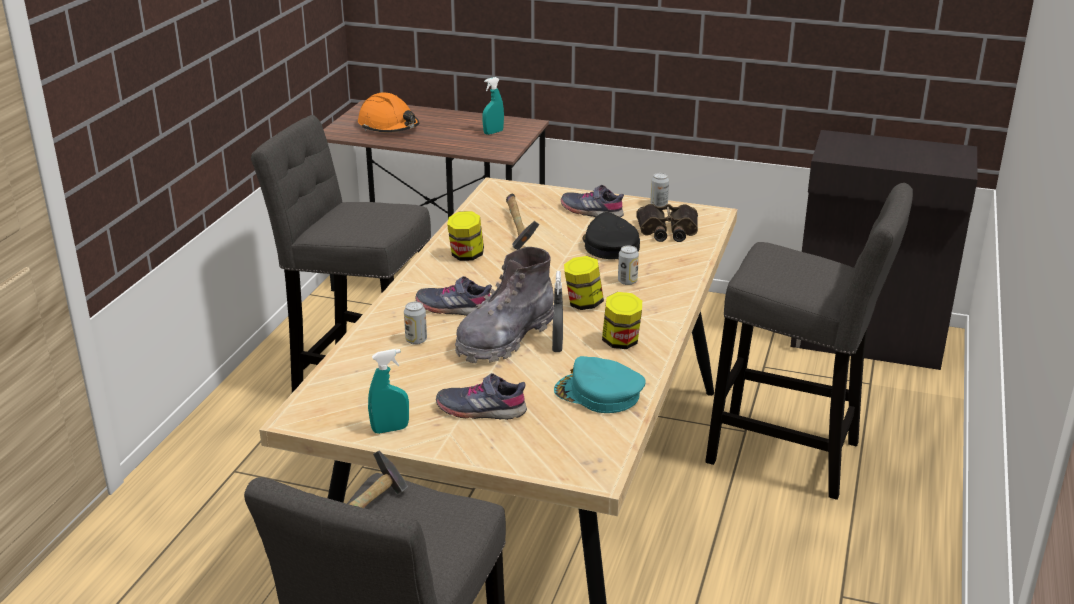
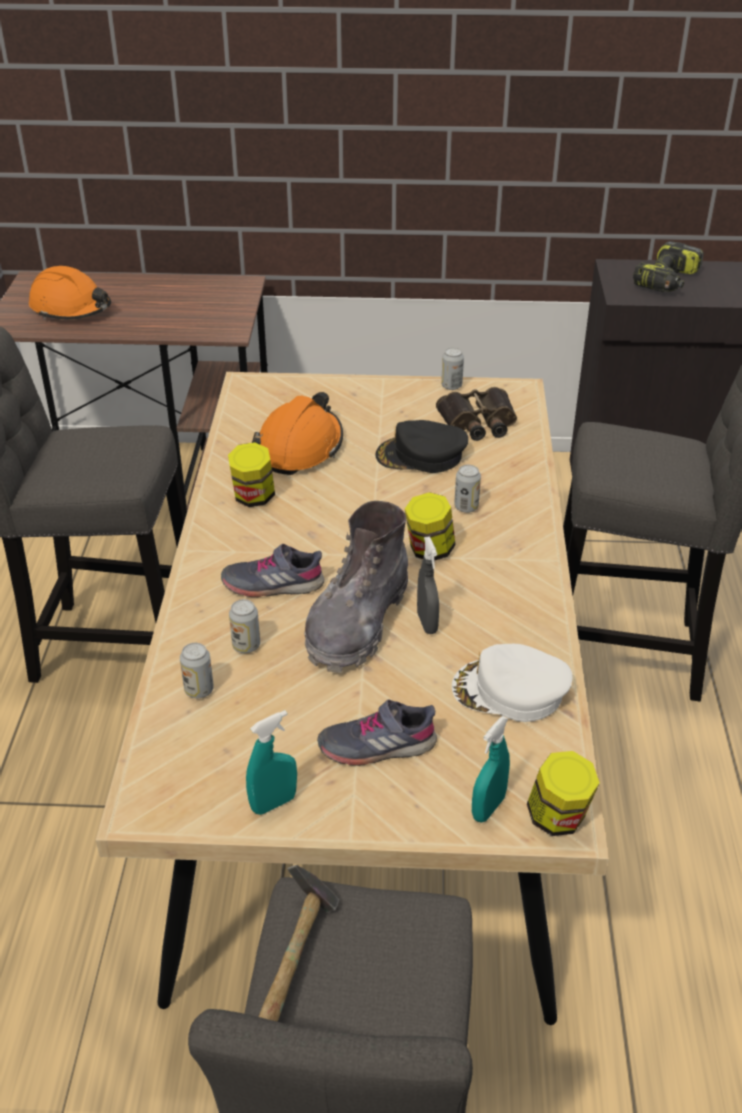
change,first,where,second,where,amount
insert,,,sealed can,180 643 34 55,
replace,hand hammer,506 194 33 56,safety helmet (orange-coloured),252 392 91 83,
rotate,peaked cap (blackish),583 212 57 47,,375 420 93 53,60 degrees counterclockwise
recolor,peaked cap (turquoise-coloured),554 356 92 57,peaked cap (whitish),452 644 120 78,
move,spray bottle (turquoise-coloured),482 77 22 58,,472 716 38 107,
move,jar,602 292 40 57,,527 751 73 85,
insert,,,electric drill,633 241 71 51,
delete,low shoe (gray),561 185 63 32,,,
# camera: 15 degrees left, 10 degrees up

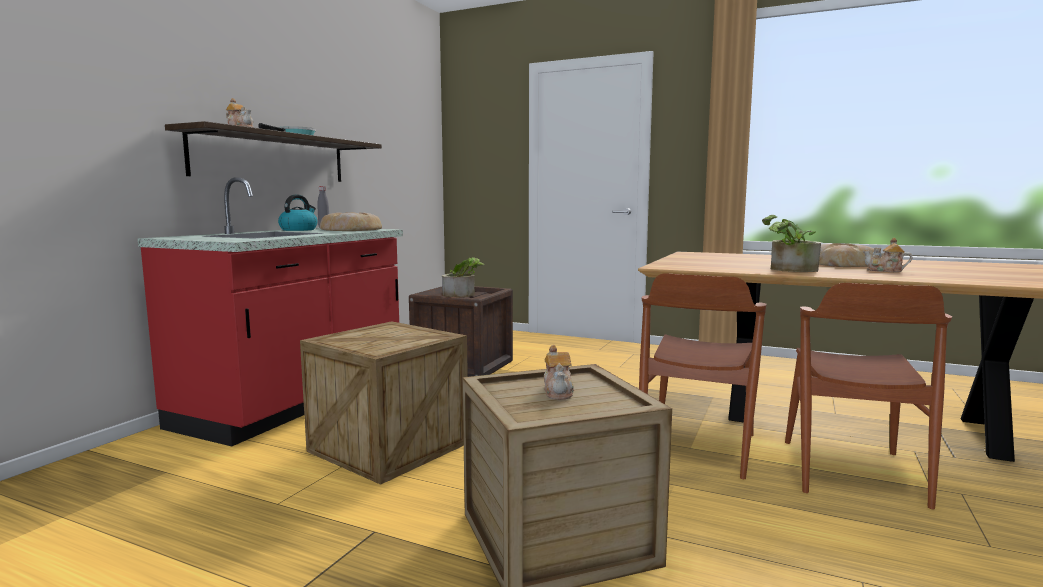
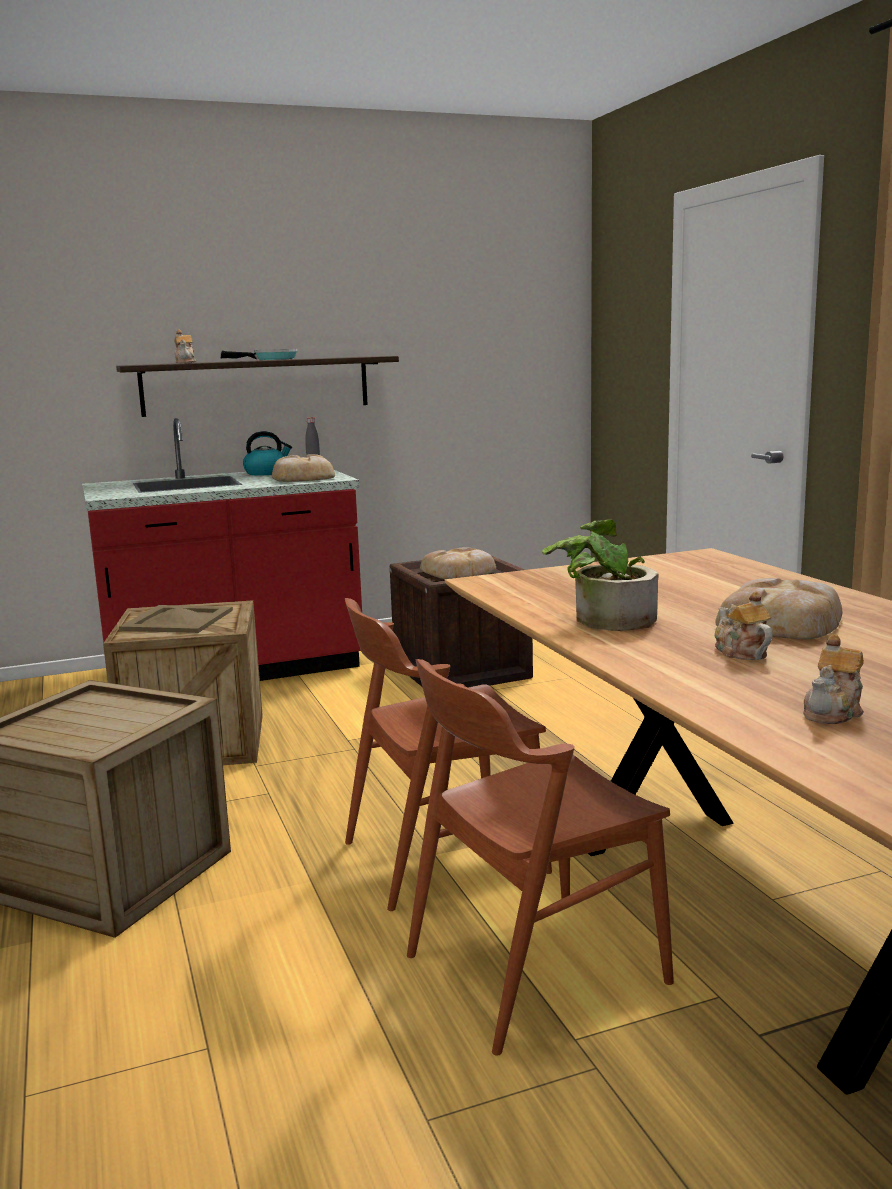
change,first,where,second,where,amount
insert,,,tray (beige),119 605 114 28,
replace,houseplant,442 257 42 40,bread,420 547 76 32,
move,teapot,544 345 30 55,,803 634 61 90,
# camera: 45 degrees right, 5 degrees up

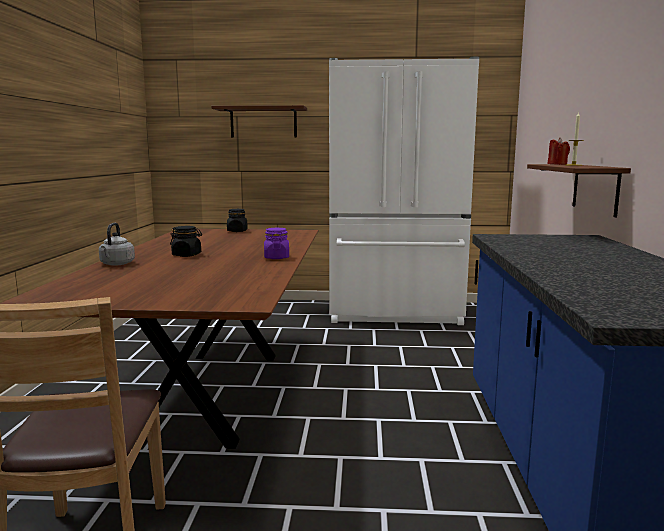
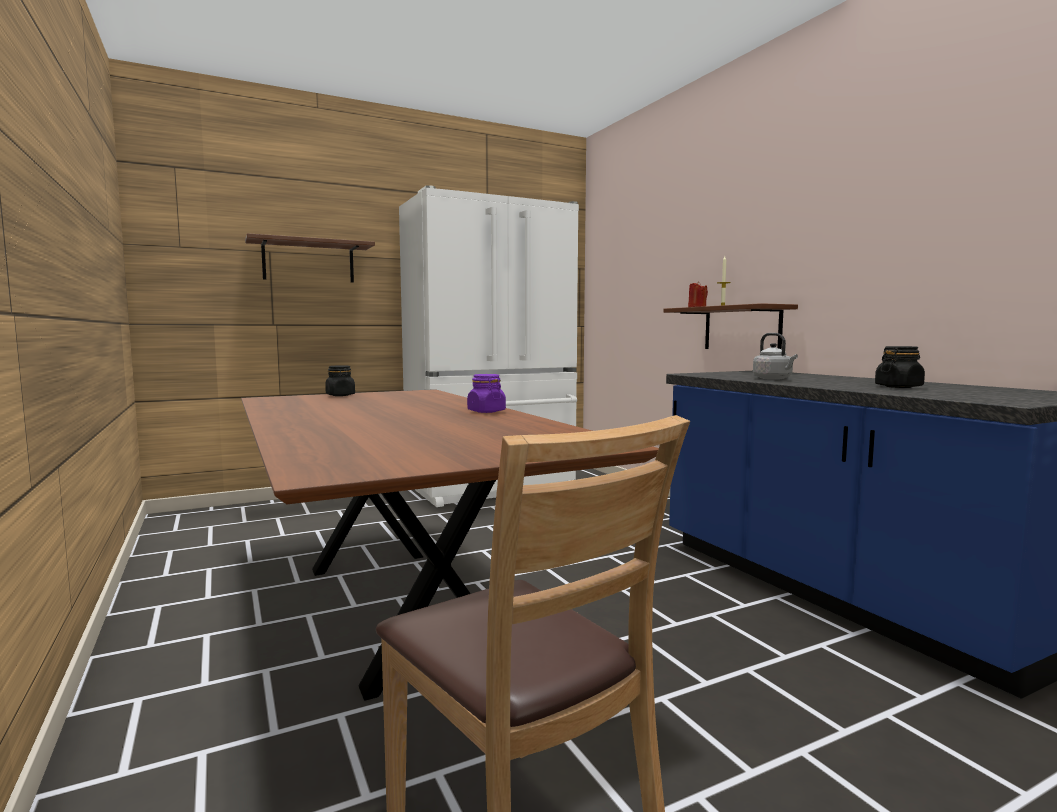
change,first,where,second,where,amount
move,water kettle (gray),99 223 36 43,,753 333 45 47,
move,jar (blackish),170 226 32 31,,875 346 50 42,
# camera: 30 degrees left, 5 degrees down

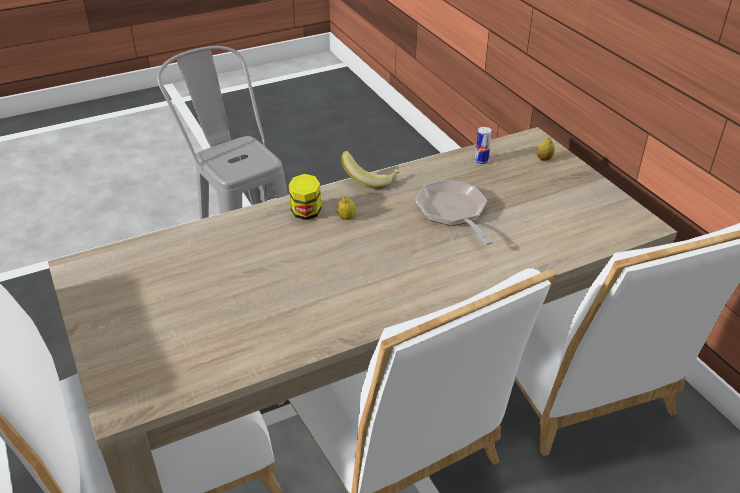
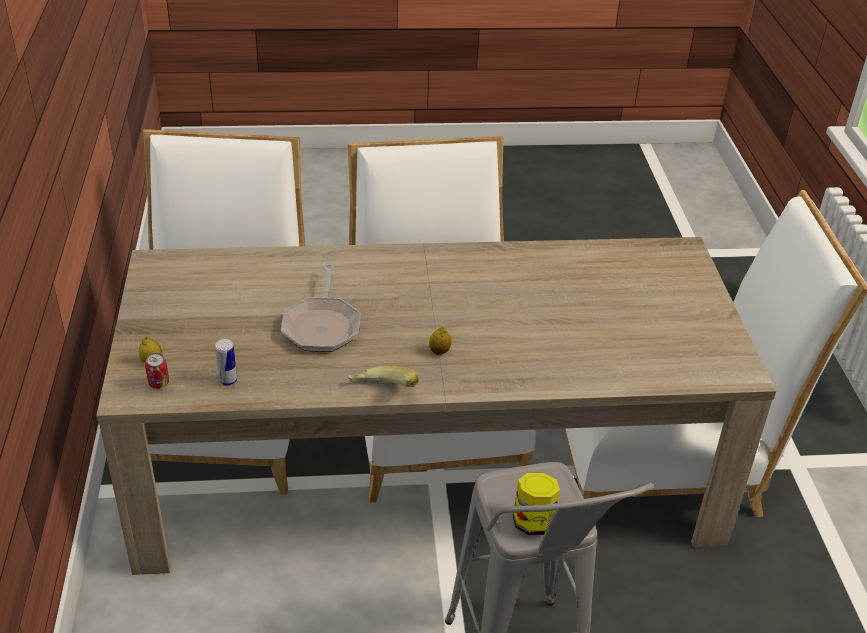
change,first,where,second,where,amount
insert,,,sealed can,145 353 24 36,
move,jar,289 174 32 46,,513 473 47 62,
# camera: 160 degrees left, 0 degrees up

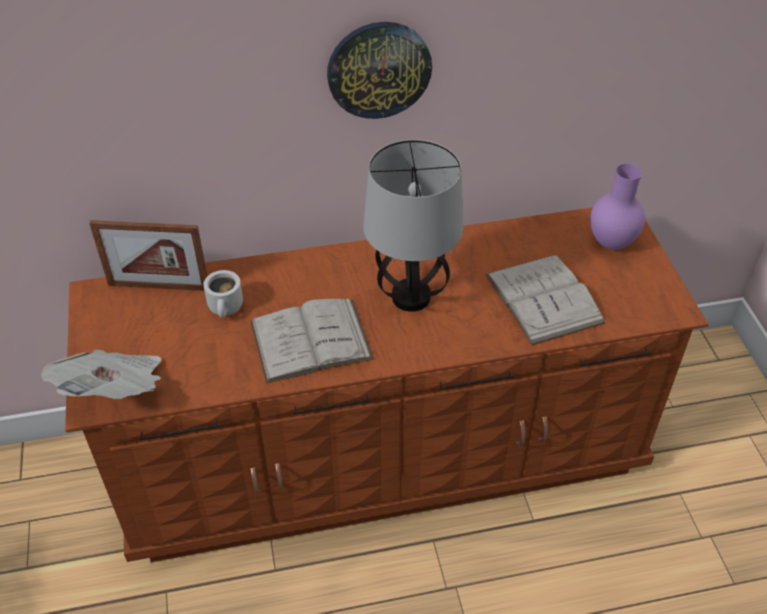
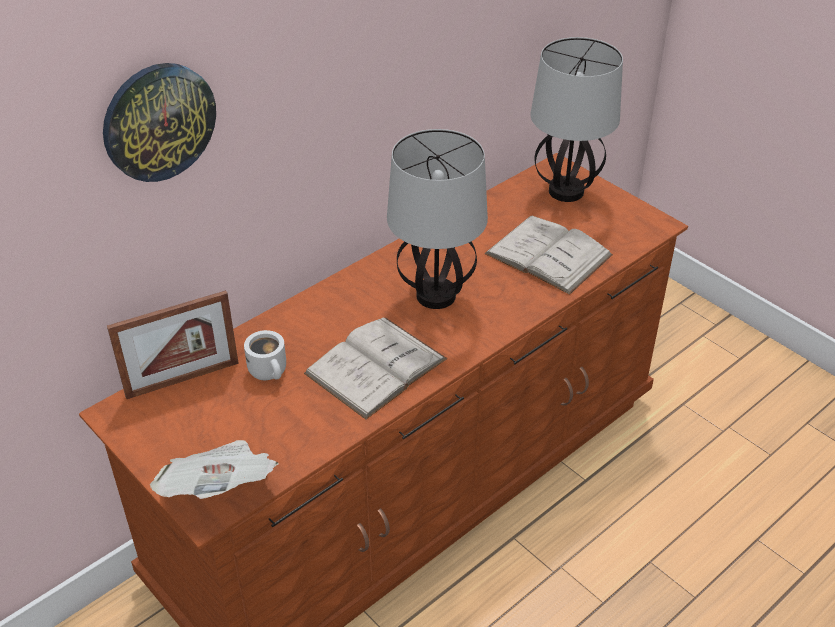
change,first,where,second,where,amount
move,wall clock,327 22 105 97,,103 63 113 119,
replace,decorative vase (purple),590 164 55 86,table lamp,531 37 92 165,
# camera: 30 degrees left, 5 degrees down

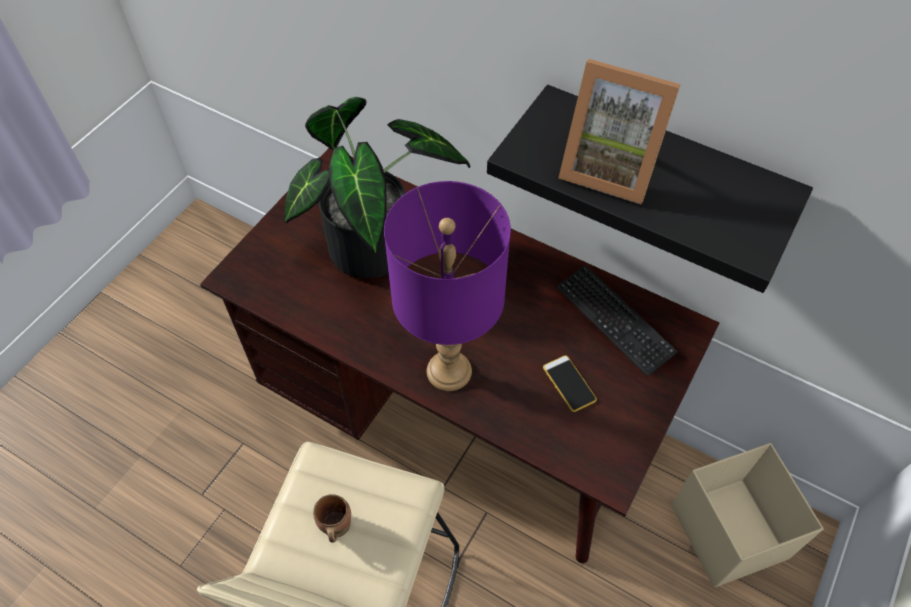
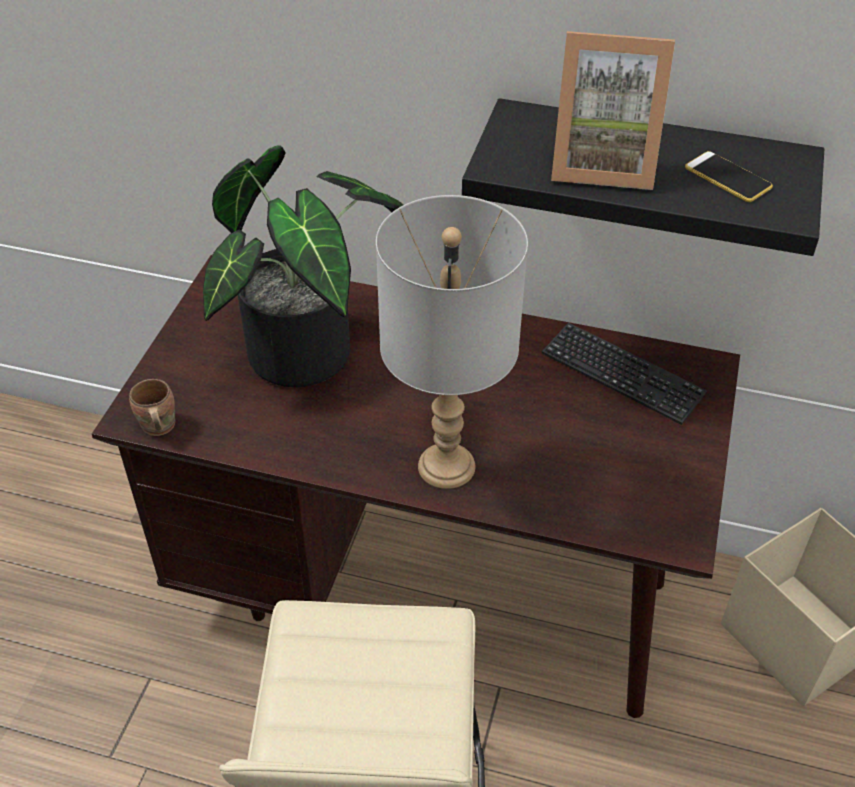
change,first,where,second,where,amount
move,tea mug (brown),313 494 38 49,,129 379 46 57,
recolor,table lamp (purple),384 181 127 210,table lamp (gray),376 195 152 294,
move,phone,543 355 54 57,,685 151 88 51,
# camera: 15 degrees left, 10 degrees down

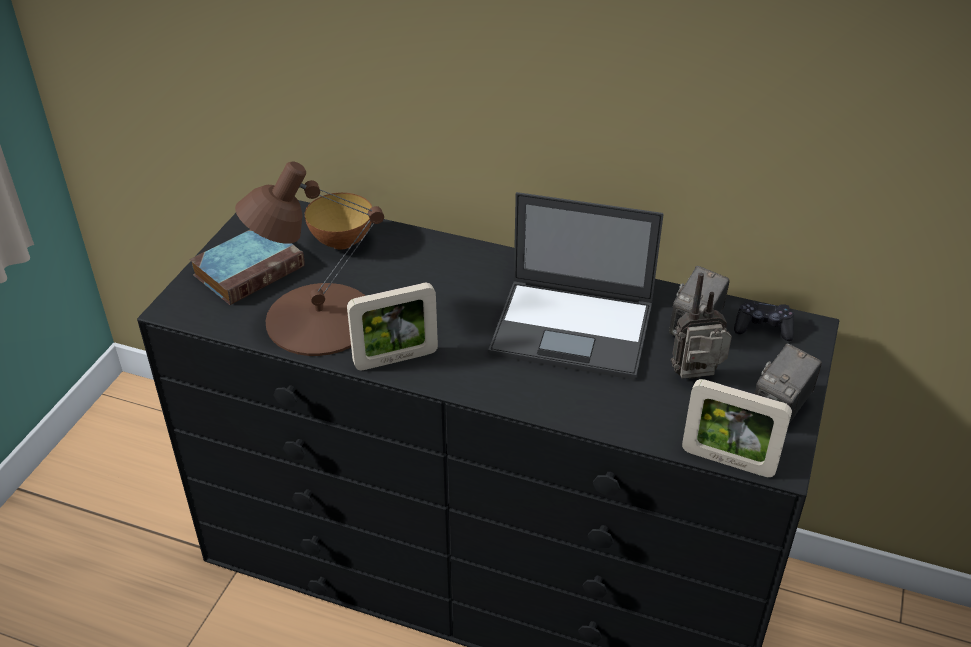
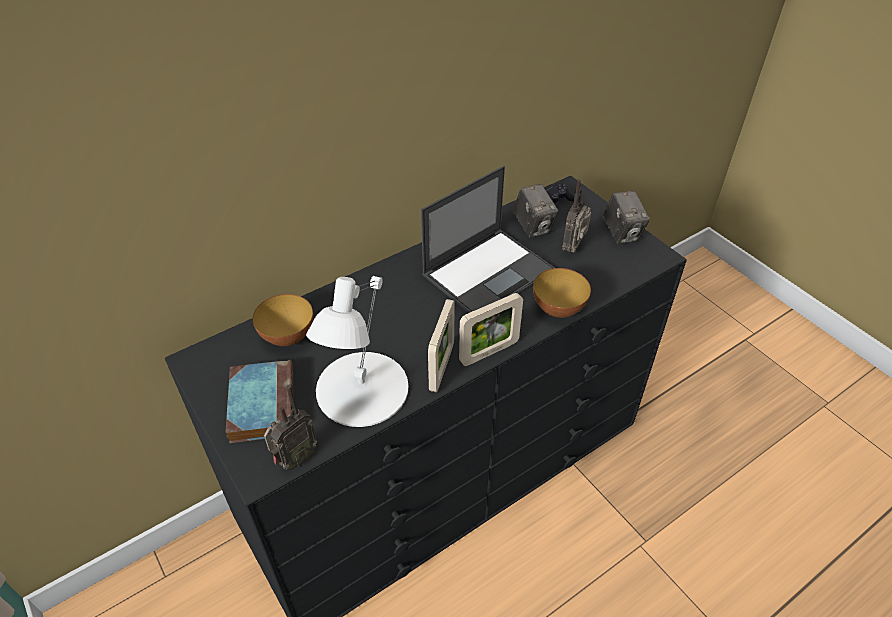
change,first,where,second,where,amount
insert,,,radio receiver,264 385 53 85,
recolor,table lamp (brown),235 161 149 195,table lamp (whitish),306 276 102 151,
move,photo frame,682 379 110 98,,459 293 64 73,
insert,,,bowl,533 268 58 50,
# camera: 55 degrees left, 5 degrees up

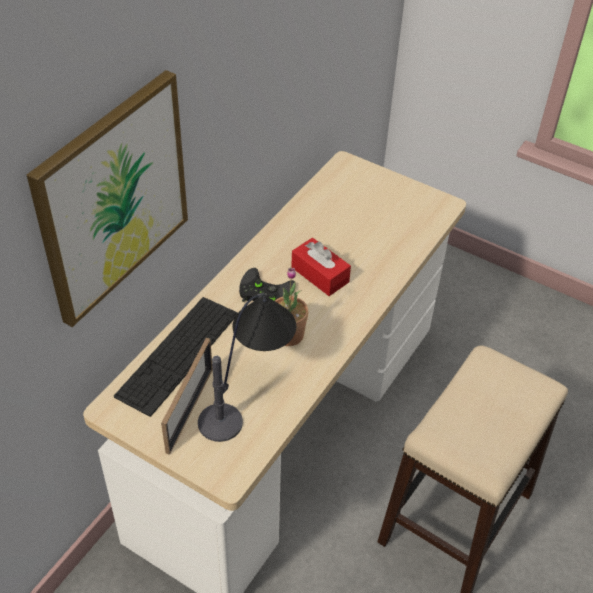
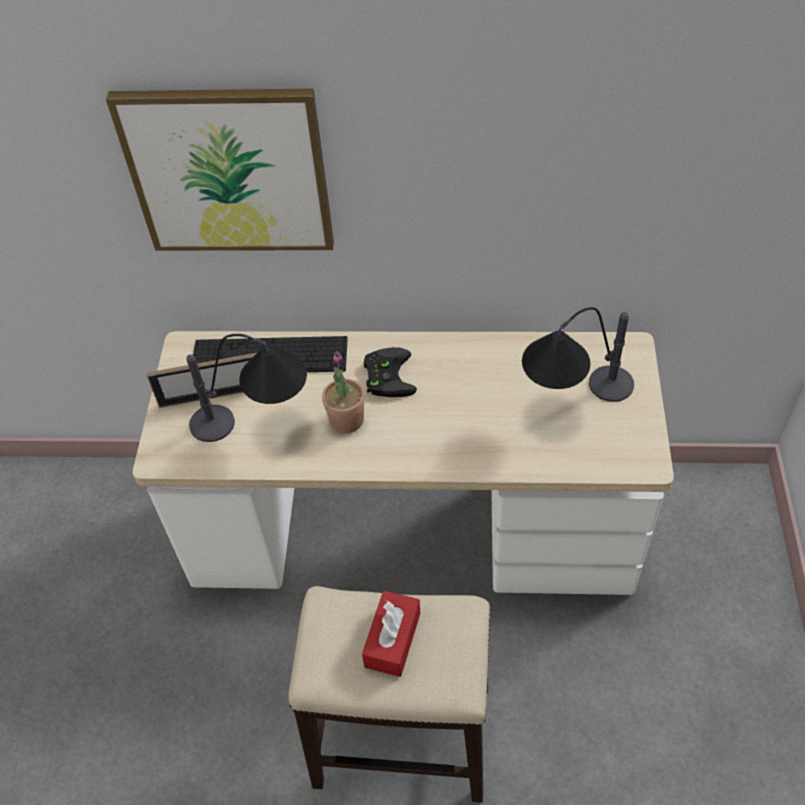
change,first,where,second,where,amount
move,tissue box (red),291 238 60 58,,362 591 58 86,
insert,,,table lamp,522 307 112 95,
# camera: 65 degrees right, 5 degrees up

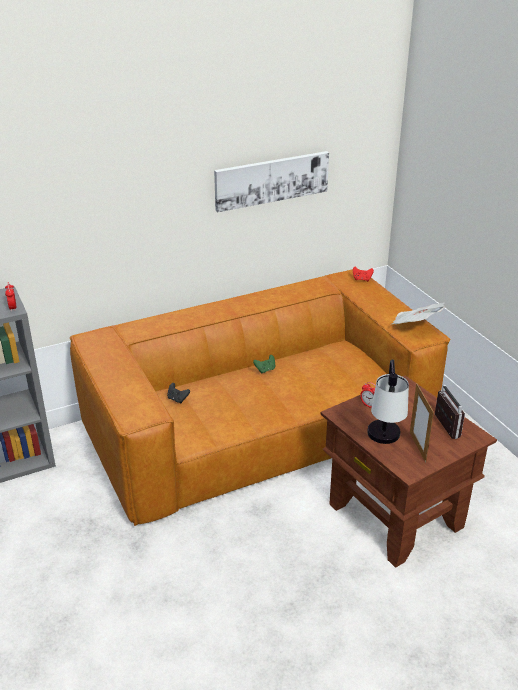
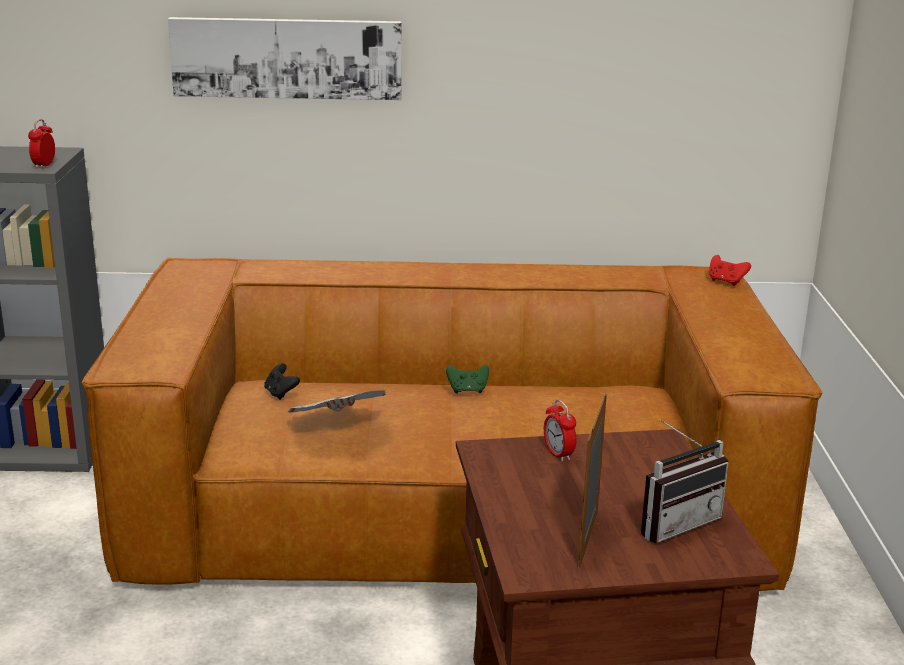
change,first,where,second,where,amount
move,wall picture,214 151 115 61,,168 17 234 83,
move,newspaper,392 303 53 21,,288 390 98 23,
rotate,radio receiver,435 385 30 54,,641 419 88 124,45 degrees clockwise
delete,table lamp,367 359 42 85,,,
# camera: 25 degrees right, 10 degrees down

